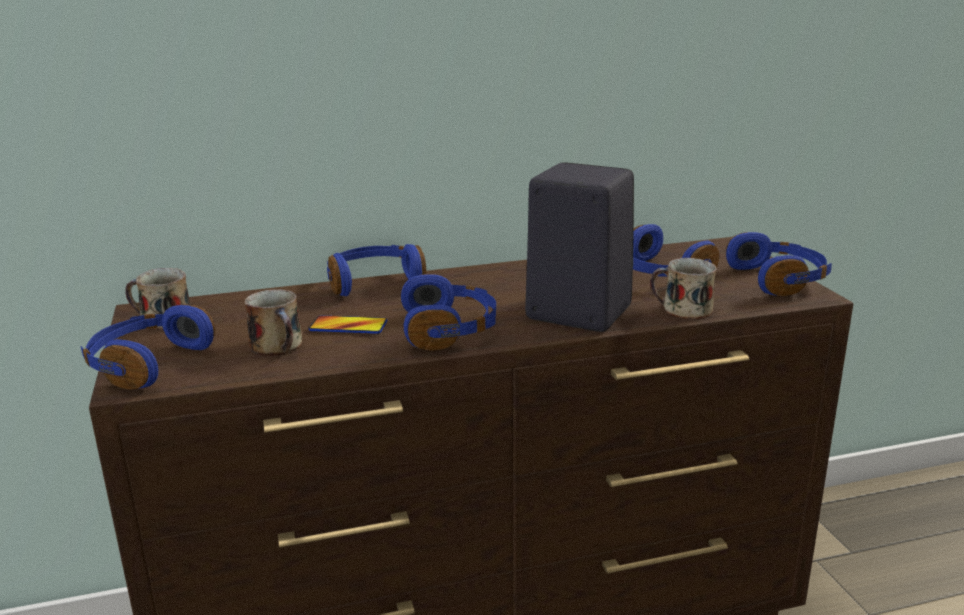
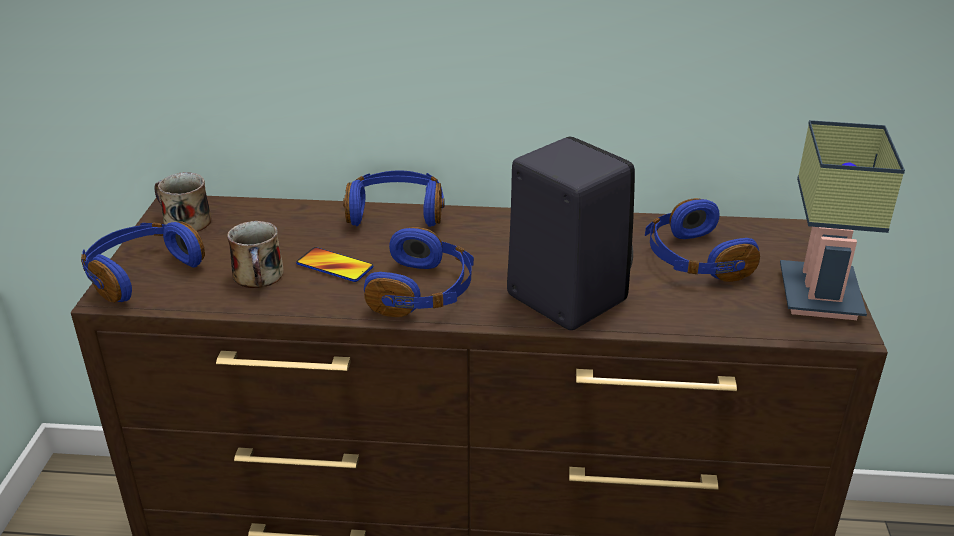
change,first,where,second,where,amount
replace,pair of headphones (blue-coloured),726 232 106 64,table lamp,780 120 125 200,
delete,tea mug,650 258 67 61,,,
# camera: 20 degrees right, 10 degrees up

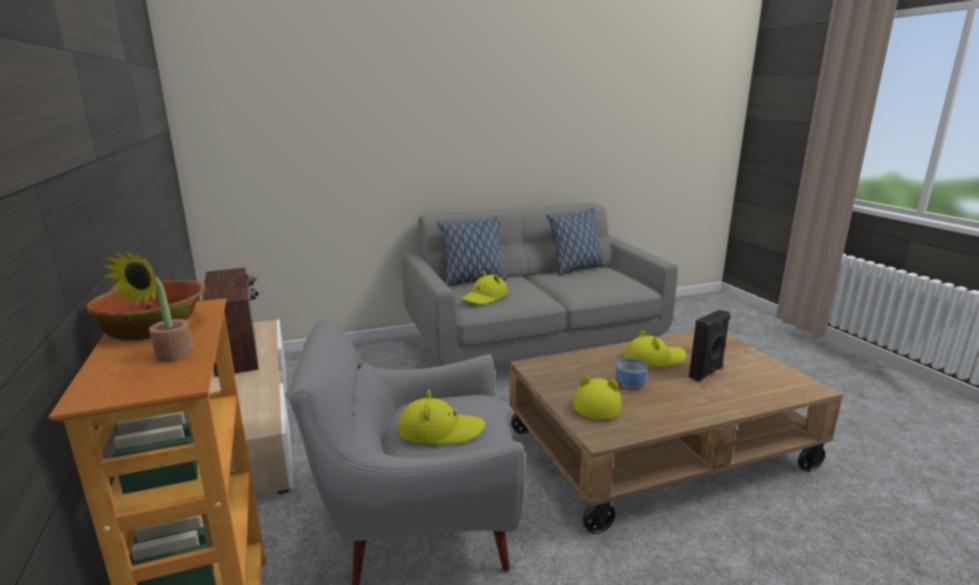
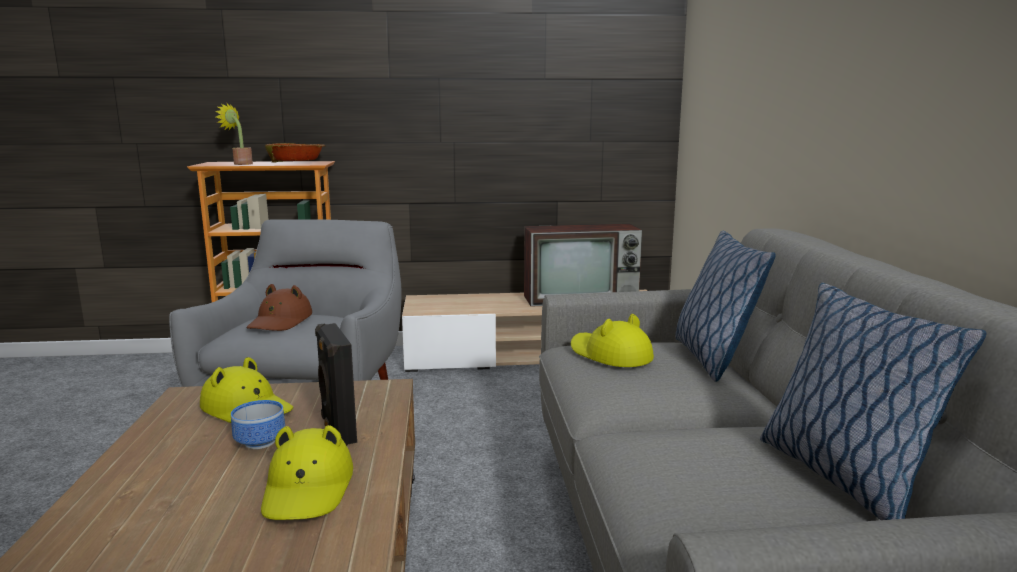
change,first,where,second,where,amount
recolor,hat (yellow),398 390 87 54,hat (brown),247 284 65 47,
move,audio speaker (blackish),689 310 42 72,,315 323 42 123,
# camera: 105 degrees right, 5 degrees down

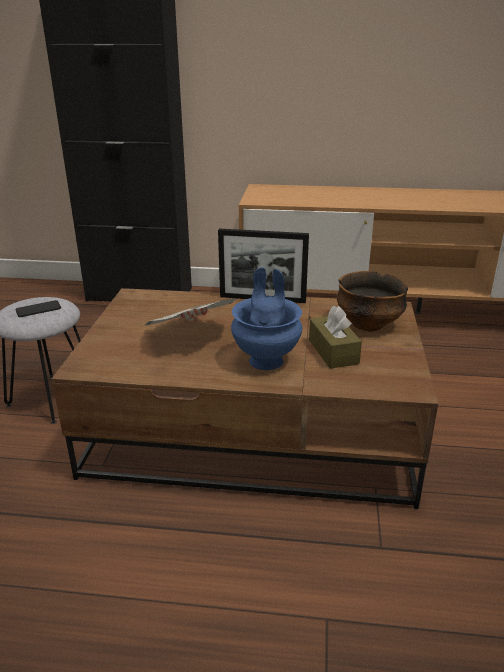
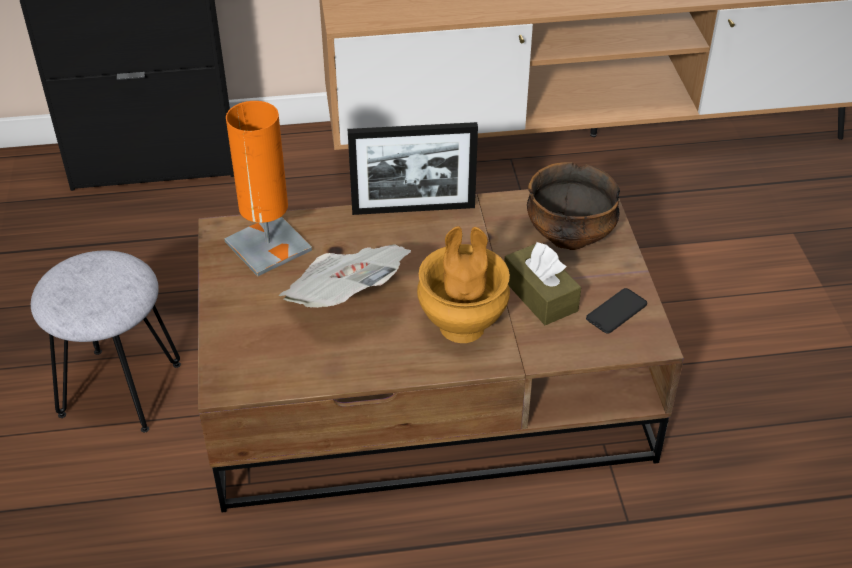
change,first,where,second,where,amount
insert,,,table lamp (orange-coloured),224 101 88 175,
recolor,decorative vase (blue-coloured),231 267 71 103,decorative vase (brown),417 226 93 117,
move,phone,15 300 46 17,,586 288 61 46,
# camera: 15 degrees left, 15 degrees up

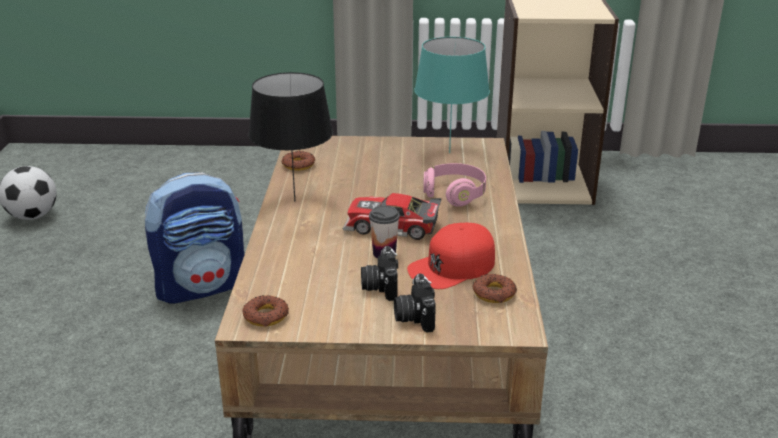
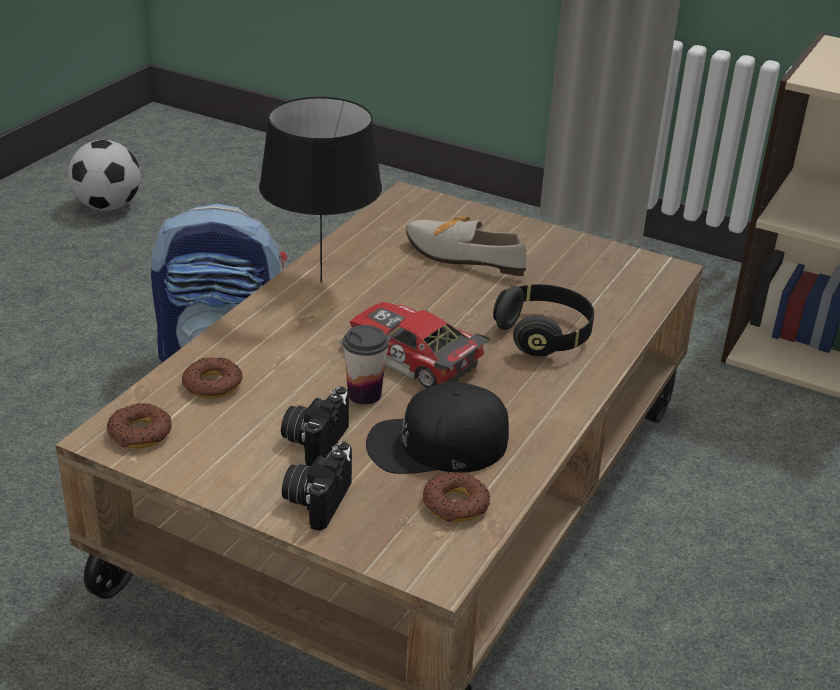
change,first,where,second,where,amount
move,doughnut,281 151 34 20,,182 357 61 42,
recolor,peaked cap (red),407 223 88 66,peaked cap (blackish),366 382 143 92,
insert,,,low shoe,406 215 121 61,
recolor,pair of headphones (pinkish),423 163 63 44,pair of headphones (blackish),493 284 101 73,
delete,table lamp (turquoise-coloured),414 37 76 116,,,
# camera: 25 degrees right, 5 degrees up

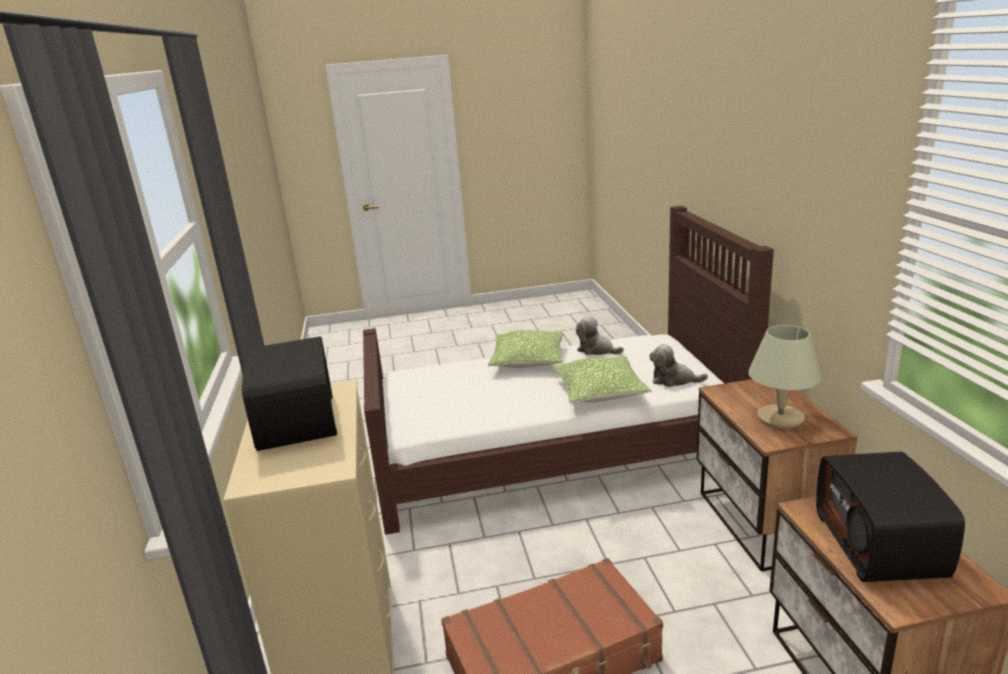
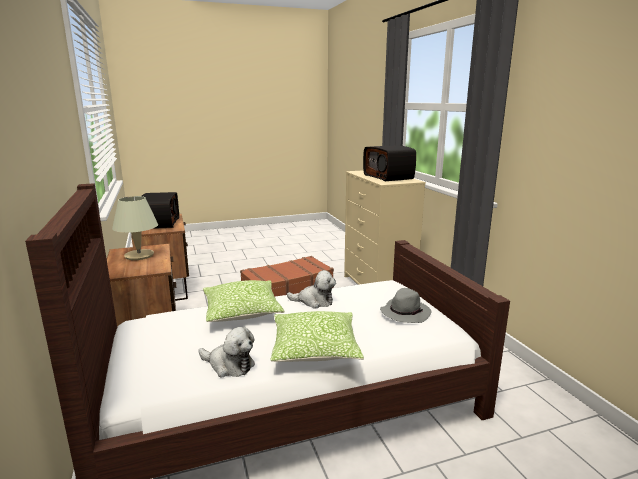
change,first,where,second,where,amount
move,plush toy,650 344 58 43,,287 270 49 38,
insert,,,hat (gray),380 288 51 35,
# camera: 170 degrees right, 5 degrees down

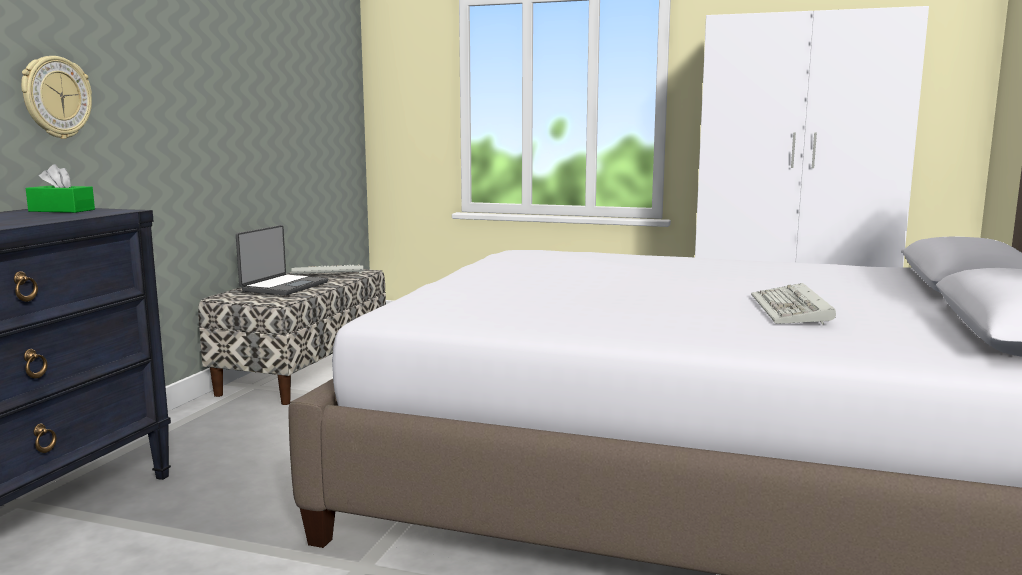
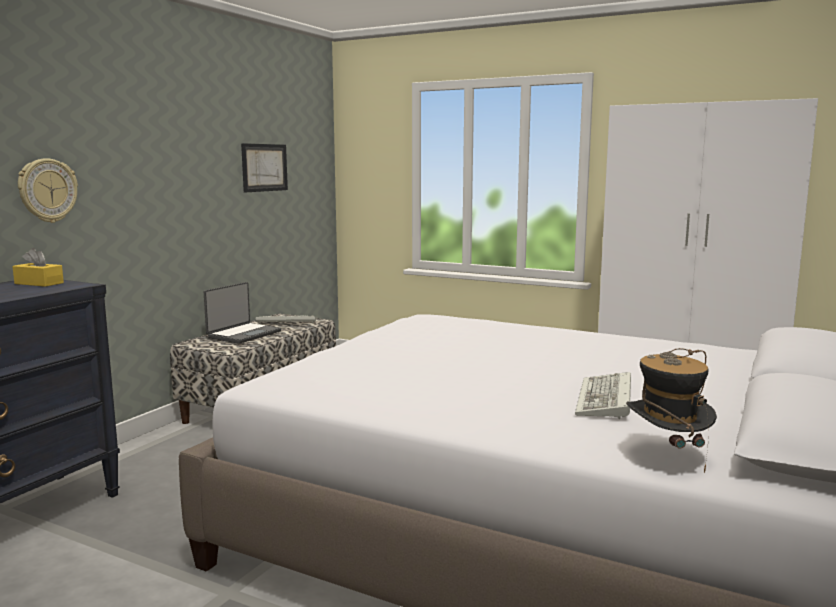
change,first,where,second,where,amount
recolor,tissue box (green-coloured),26 164 69 49,tissue box (yellow),12 248 52 39,
insert,,,wall picture,241 143 47 49,
insert,,,hat,626 348 91 125,
# camera: 10 degrees right, 0 degrees up

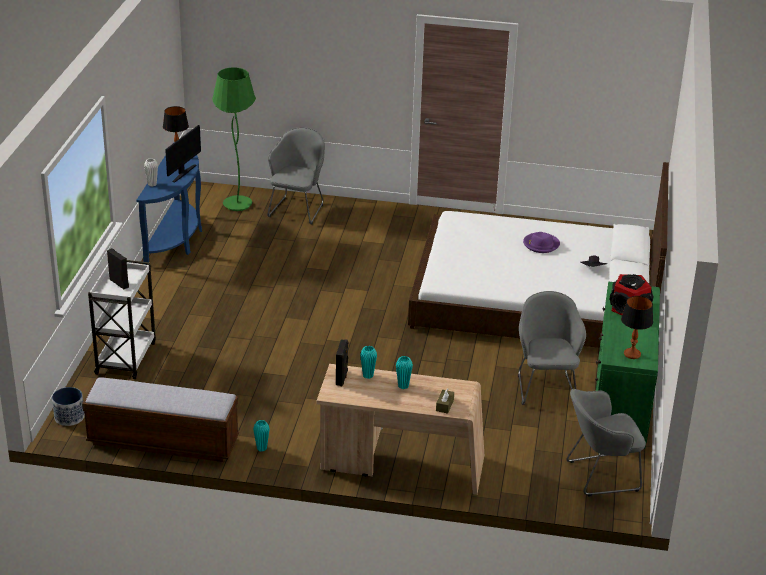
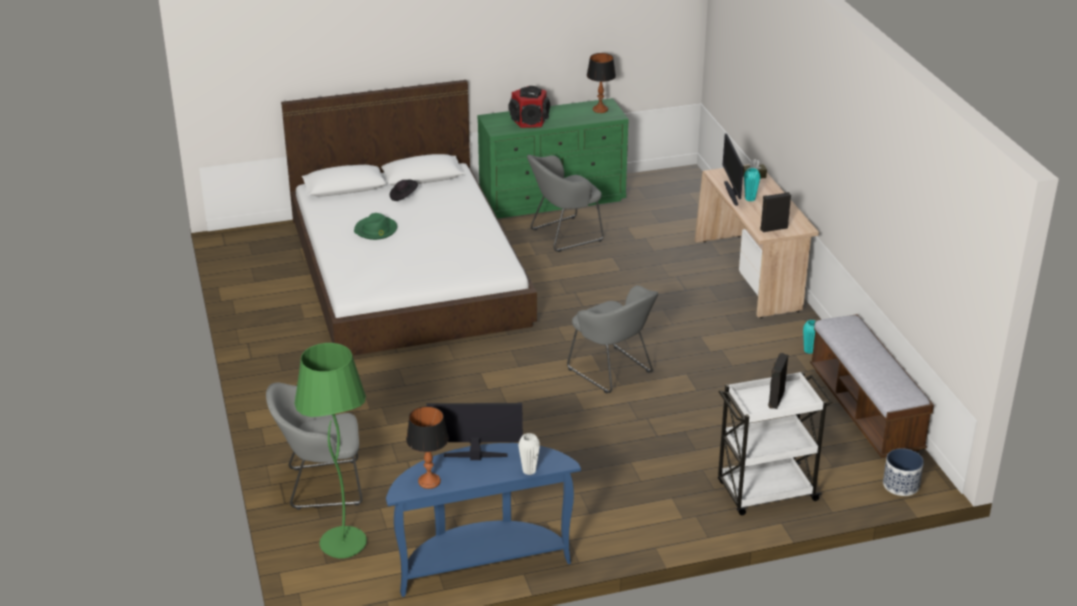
change,first,where,second,where,amount
recolor,hat (purple),523 232 37 21,hat (green-coloured),354 213 43 27,
move,easy chair (gray),567 389 79 107,,567 285 91 108,
insert,,,monitor,723 133 21 73,
delete,decorative vase (turquoise-coloured),360 346 17 33,,,
# camera: 115 degrees left, 0 degrees up

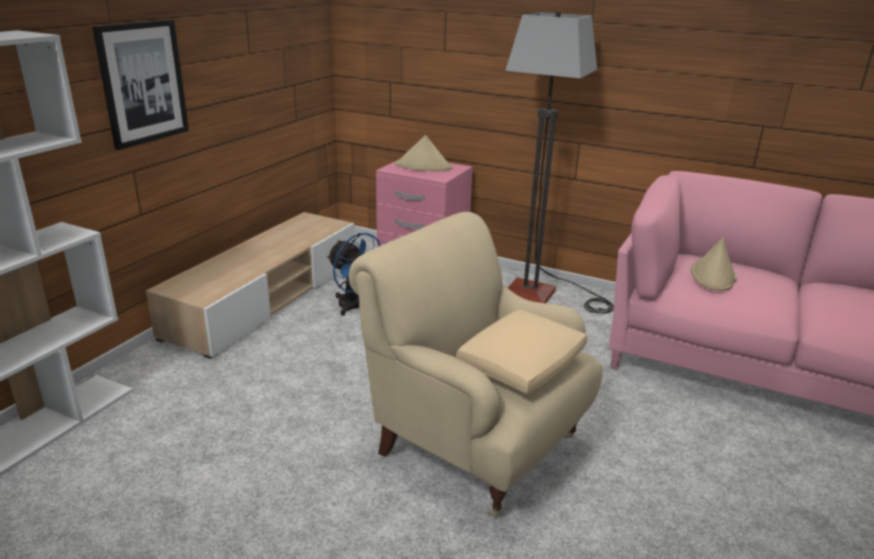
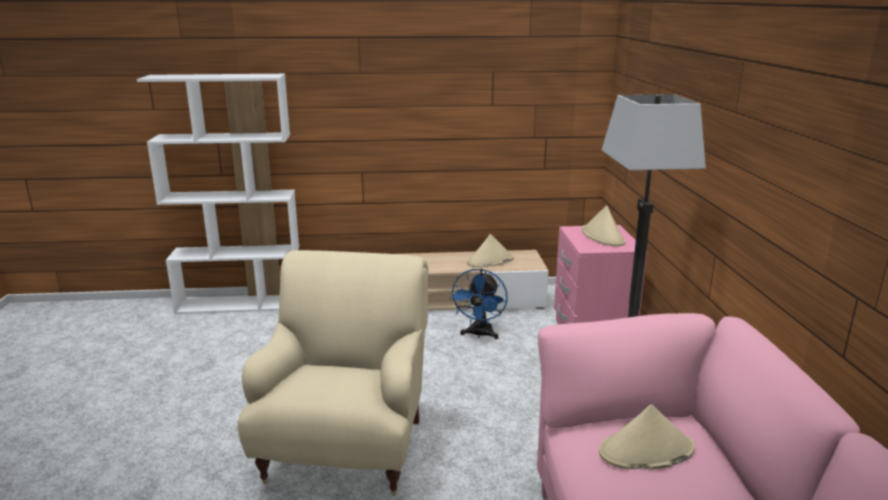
change,first,where,second,where,amount
insert,,,hat (beige),467 234 47 34,
delete,wall picture,92 20 97 130,,,
delete,pillow (beige),456 309 132 85,,,
# camera: 60 degrees right, 5 degrees down

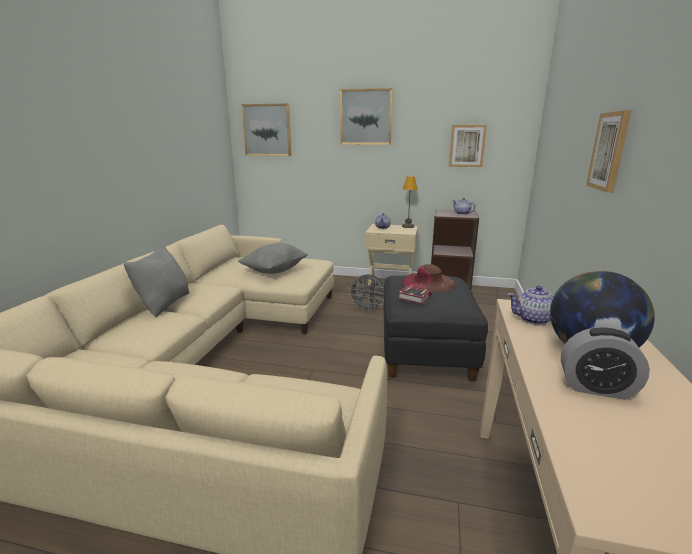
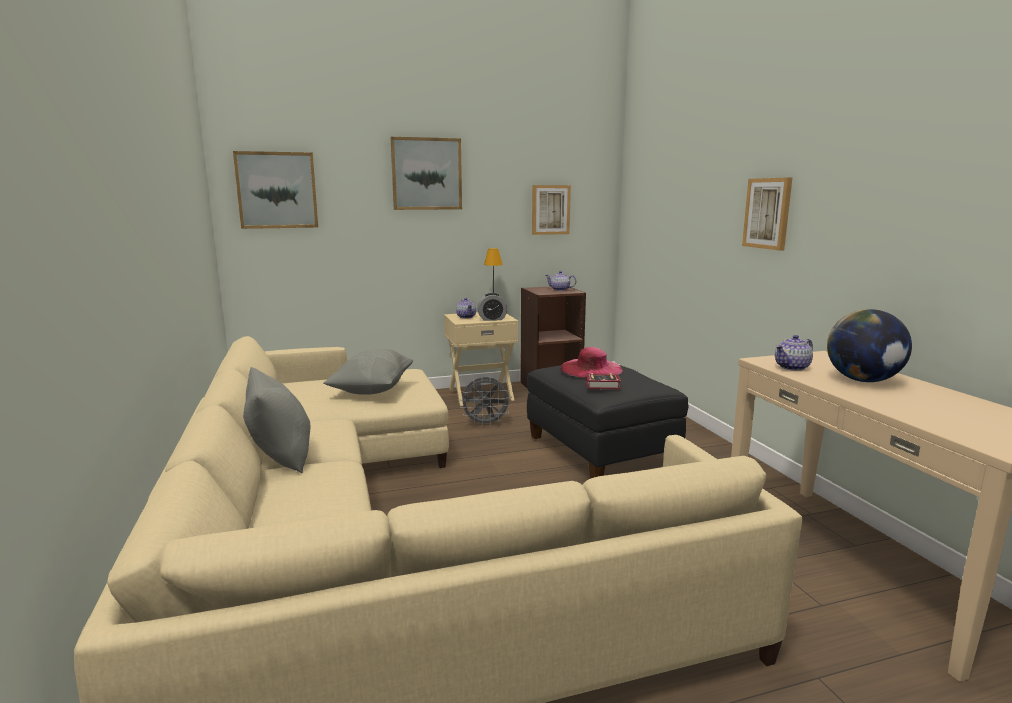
change,first,where,second,where,amount
move,bedside clock,561 327 89 73,,477 293 30 28,
recolor,hat (brown),402 264 53 29,hat (pinkish),560 347 63 31,
# camera: 30 degrees left, 5 degrees down

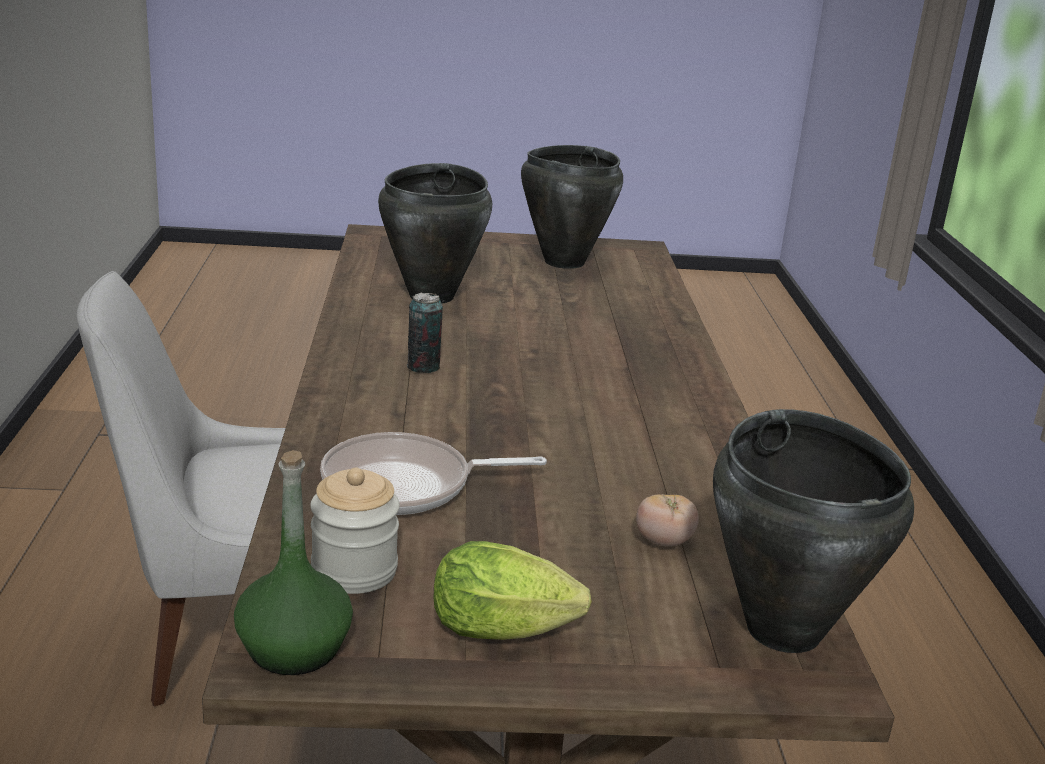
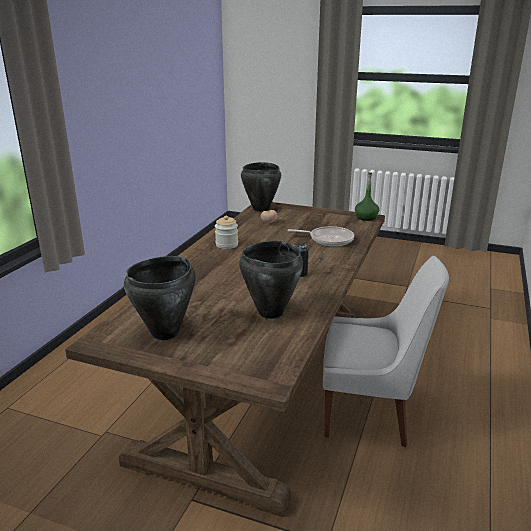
change,first,where,second,where,amount
move,jar,310 468 90 126,,215 215 23 34,
delete,lettuce head,434 541 158 99,,,
# camera: 155 degrees left, 0 degrees up

